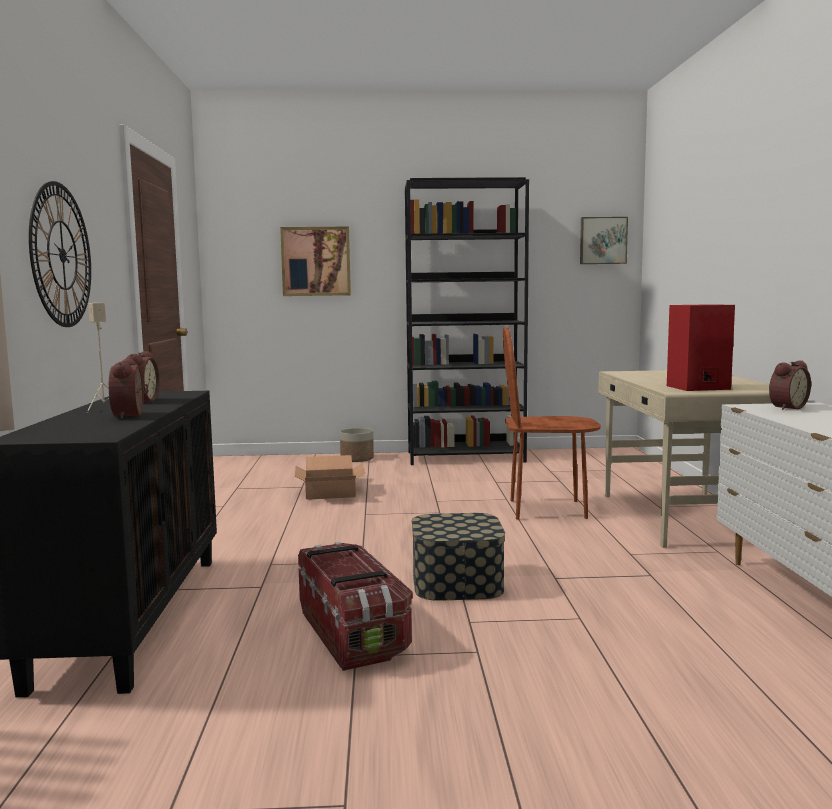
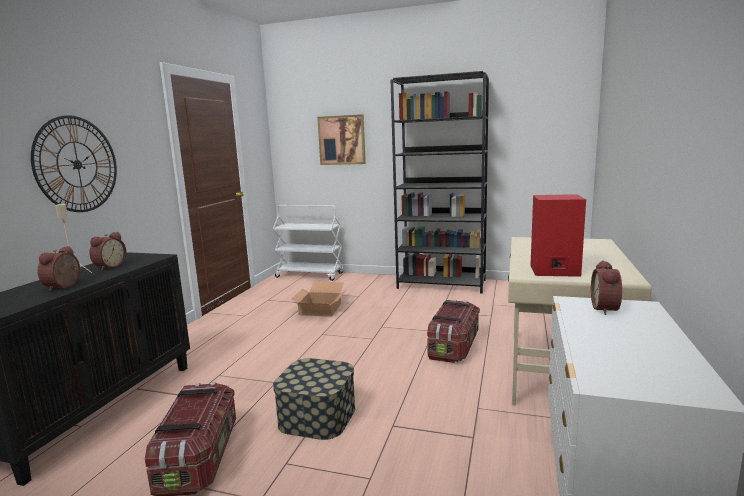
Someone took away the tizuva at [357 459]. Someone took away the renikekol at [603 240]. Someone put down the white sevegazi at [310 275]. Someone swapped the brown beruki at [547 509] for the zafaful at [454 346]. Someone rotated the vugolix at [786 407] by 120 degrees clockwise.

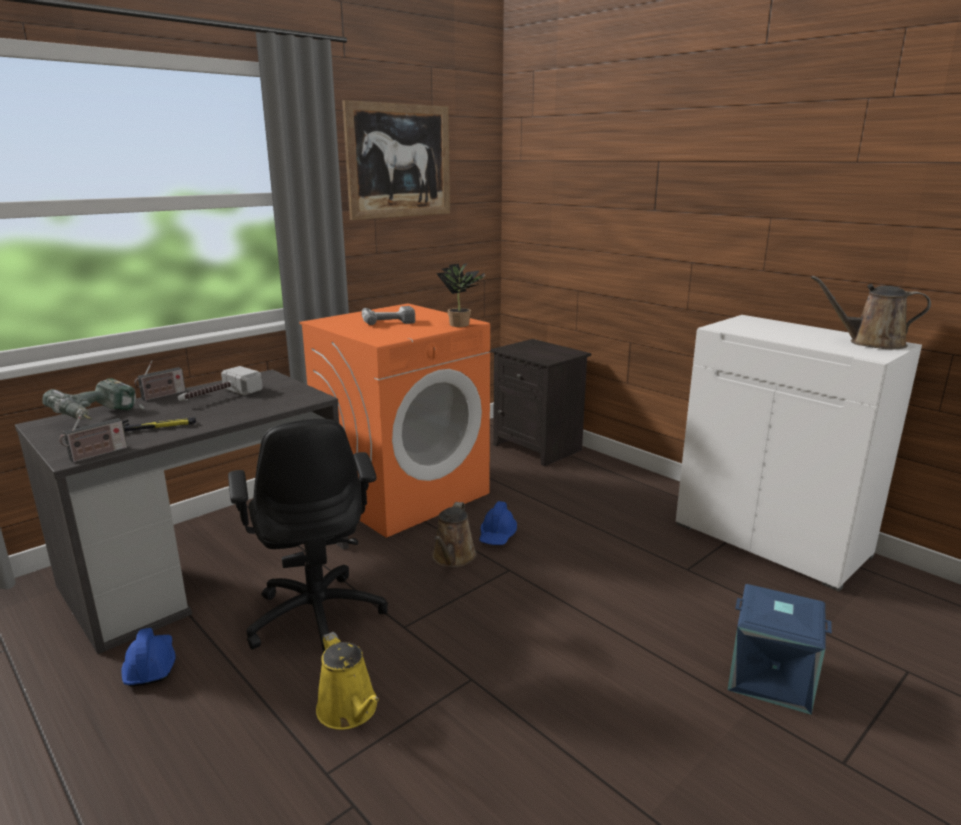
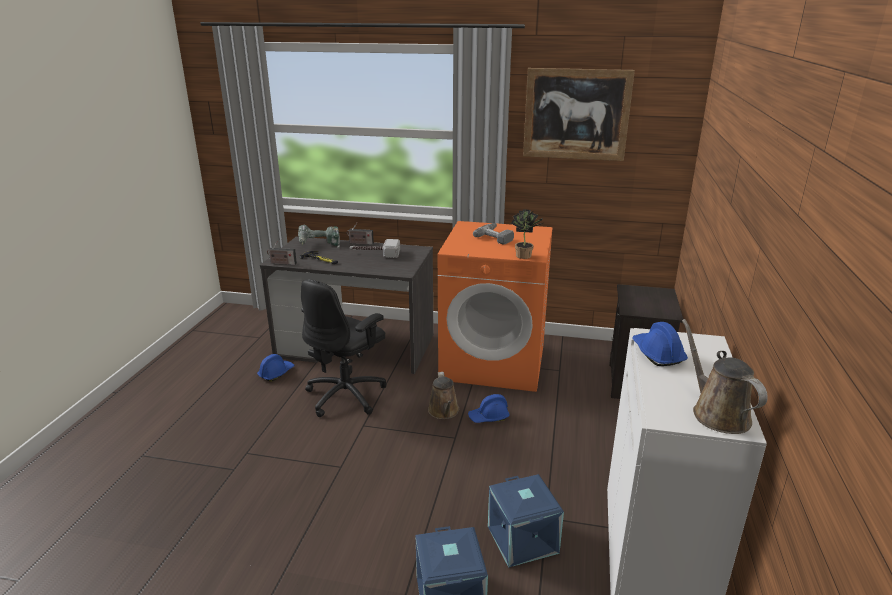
Someone took away the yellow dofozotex at [350 711]. Someone put down the blue zafaful at [524 539]. Someone put down the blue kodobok at [657 354]. Someone rotated the brown dofozotex at [453 558] by 75 degrees counterclockwise.

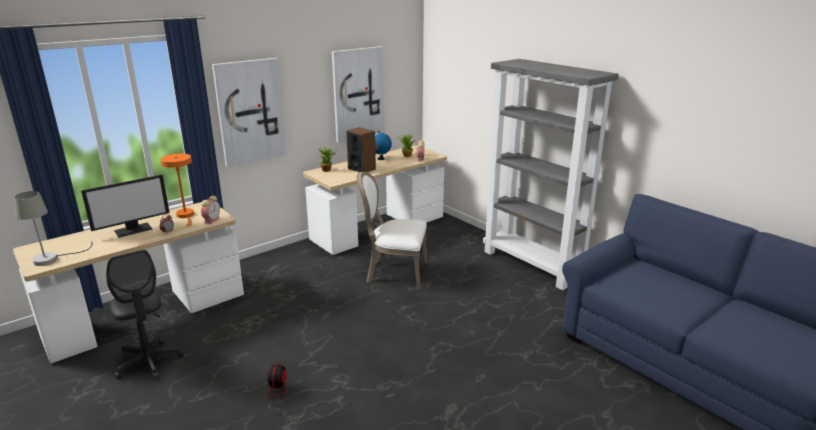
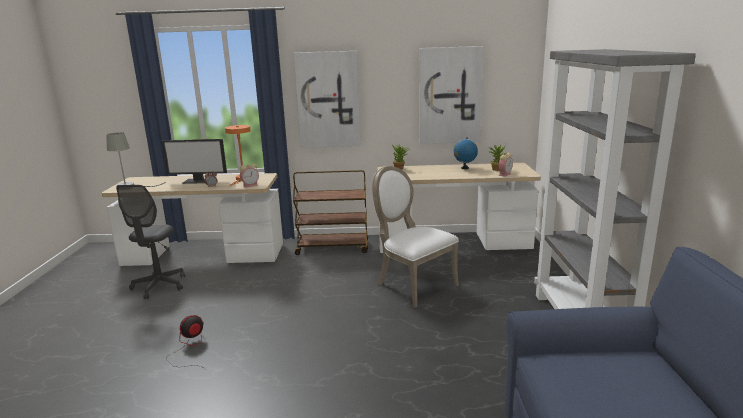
Someone took away the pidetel at [361 169]. Someone put down the brown sevegazi at [333 248].

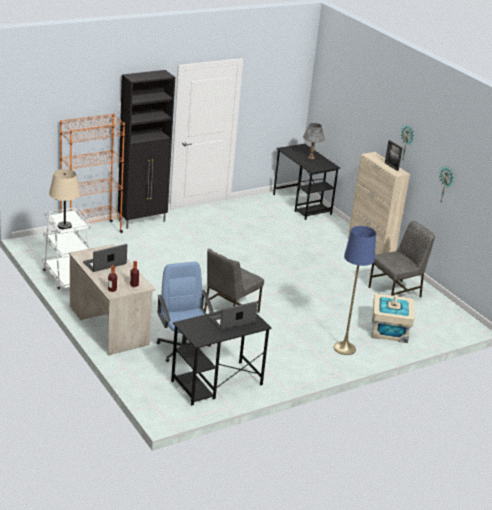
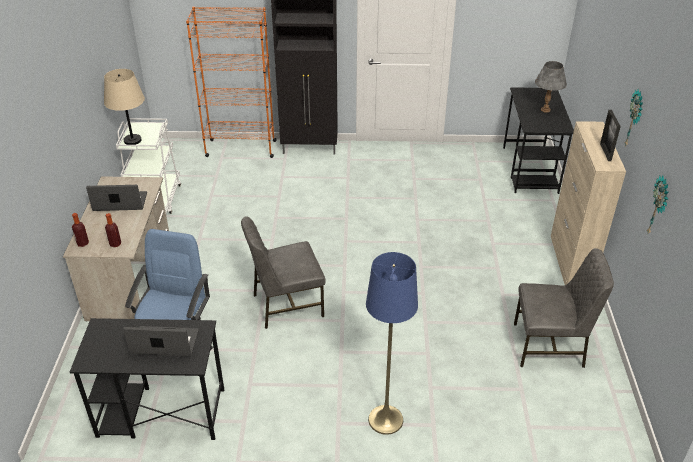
Someone took away the beige zafaful at [389 330].

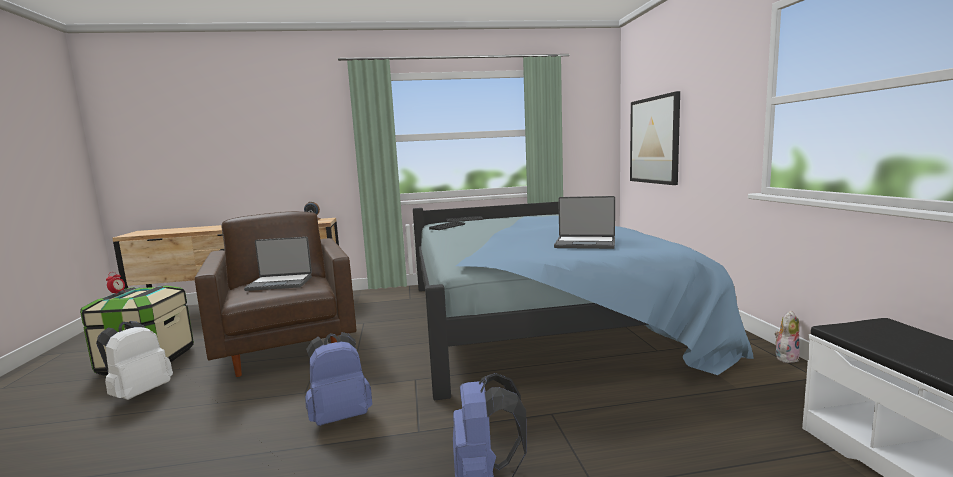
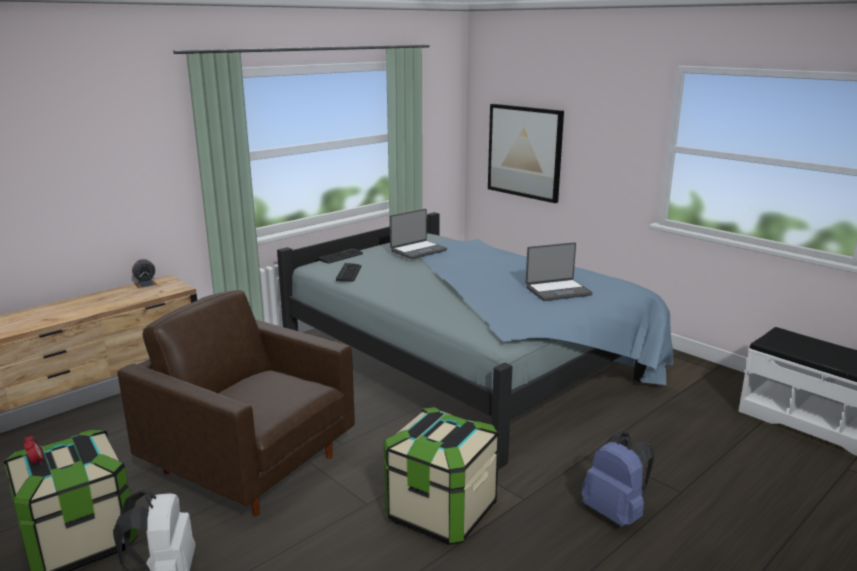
Someone took away the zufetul at [785 357]. Someone carried the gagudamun from [280 283] to [418 250]. Someone swapped the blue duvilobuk at [340 416] for the zafaful at [441 512].

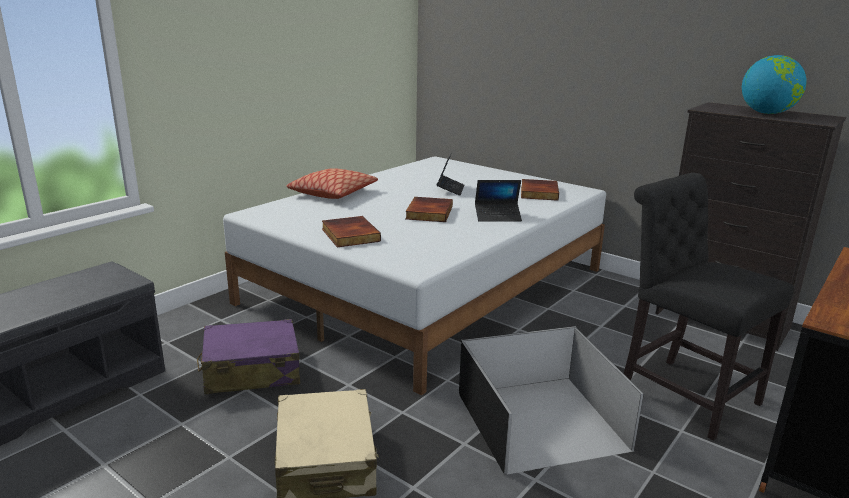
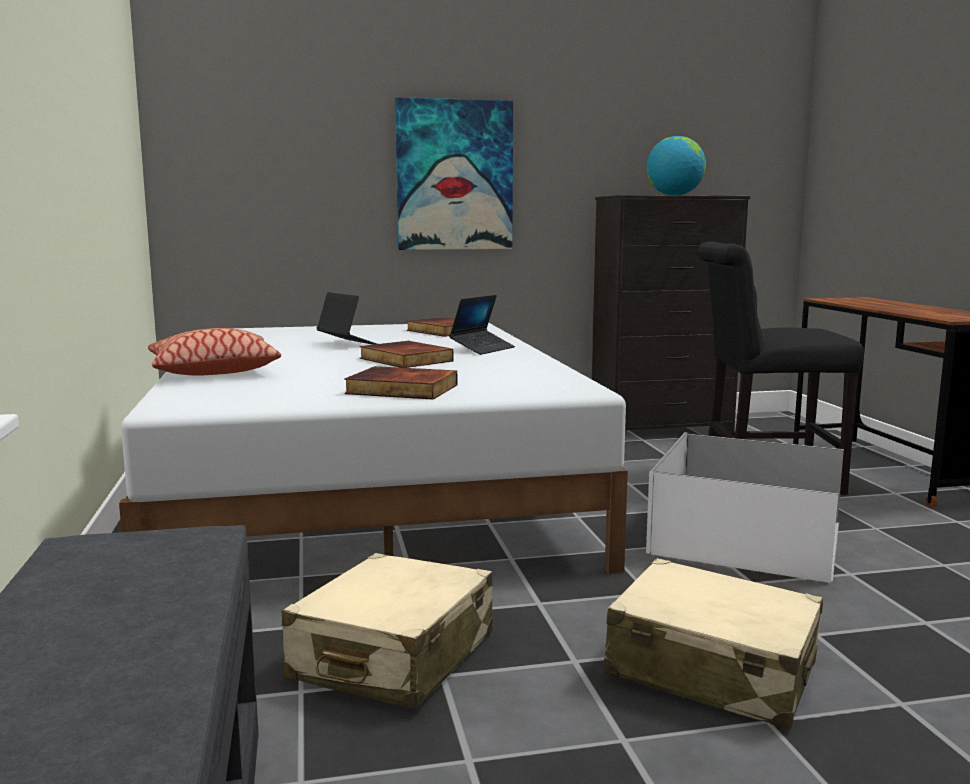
Someone put up the renikekol at [454 175]. Someone repainted the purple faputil at [251 371], which became the beige faputil at [393 657]. Someone repainted the black zafaful at [538 421], which became the white zafaful at [746 539].

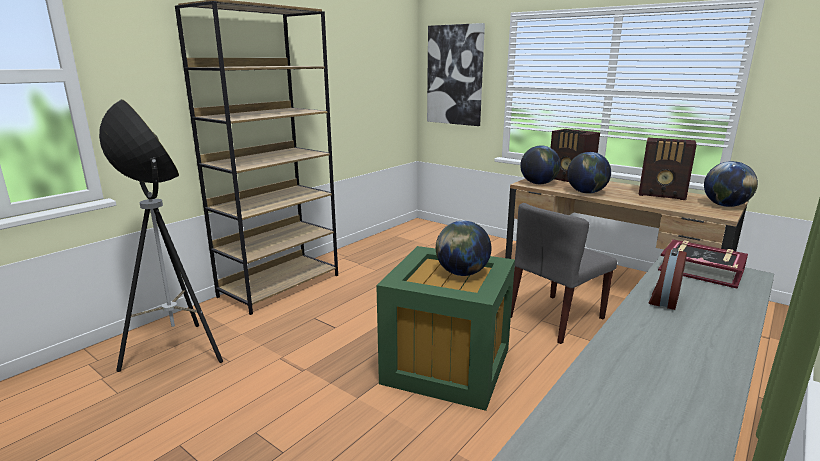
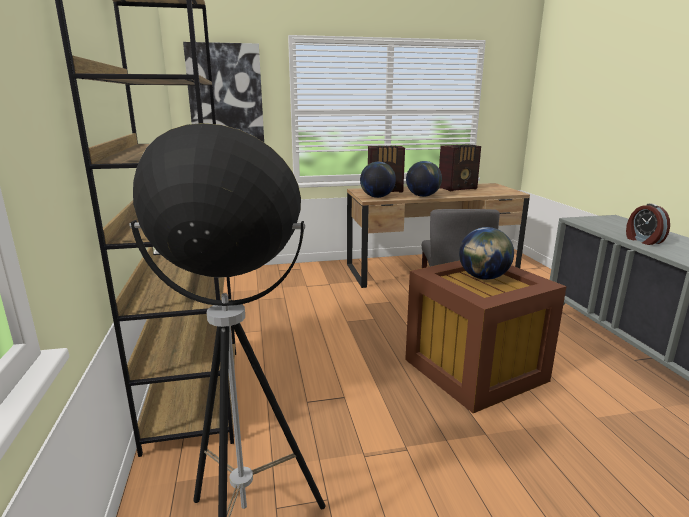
Someone took away the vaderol at [701 270]. Someone took away the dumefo at [725 206]. Someone repainted the green zafaful at [449 365], which became the brown zafaful at [475 369].

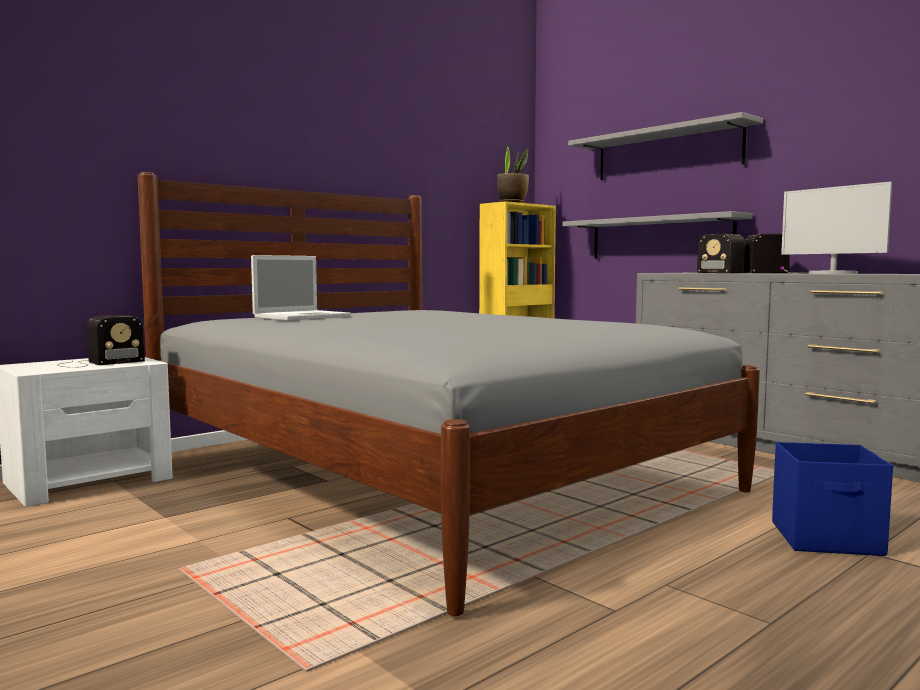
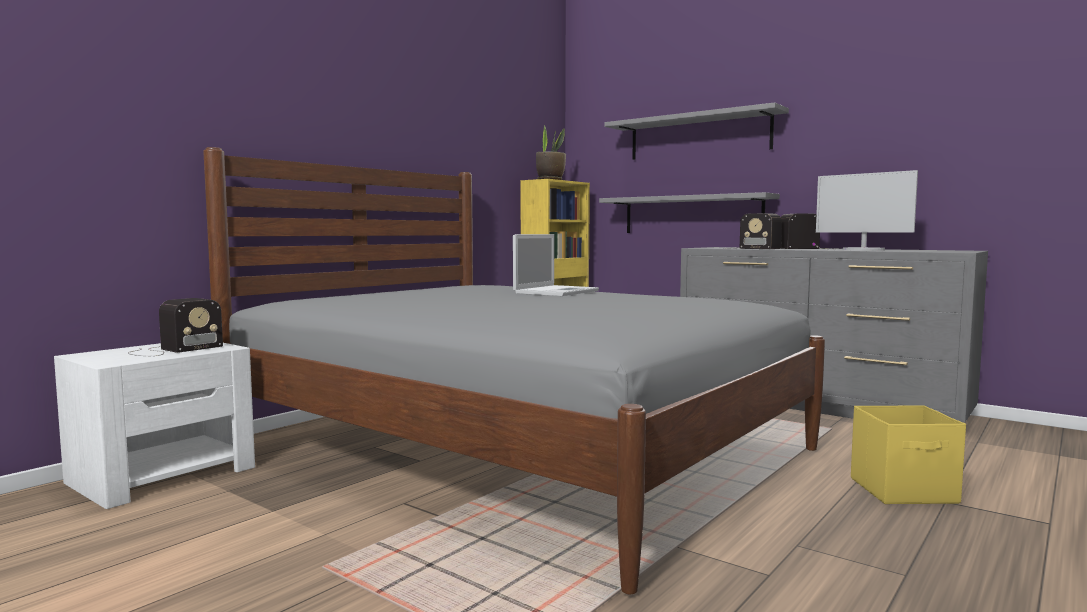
Someone carried the gagudamun from [303 316] to [557 292]. Someone repainted the blue zafaful at [828 539], which became the yellow zafaful at [904 491].

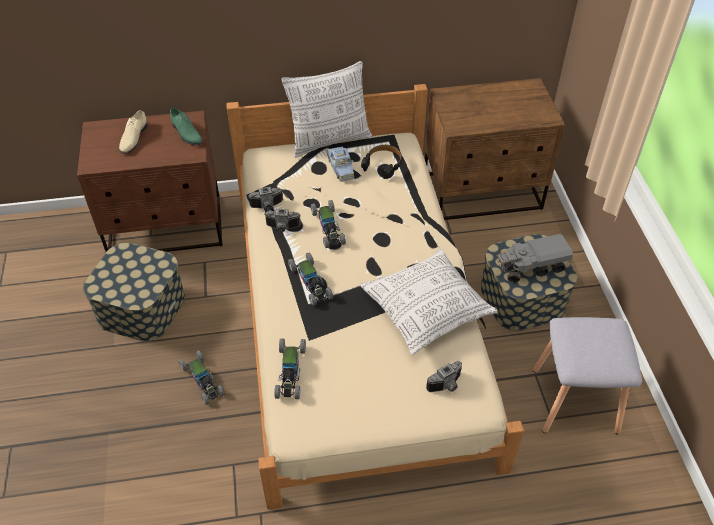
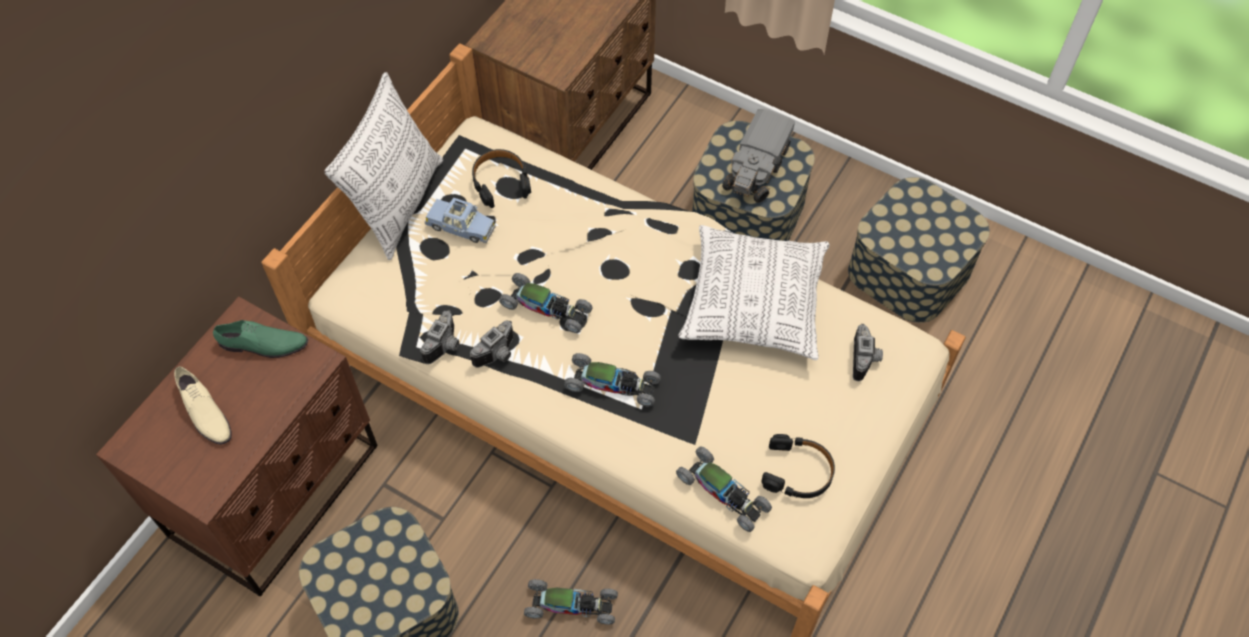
Someone put down the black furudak at [798 472]. Someone swapped the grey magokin at [576 401] for the zafaful at [909 269].

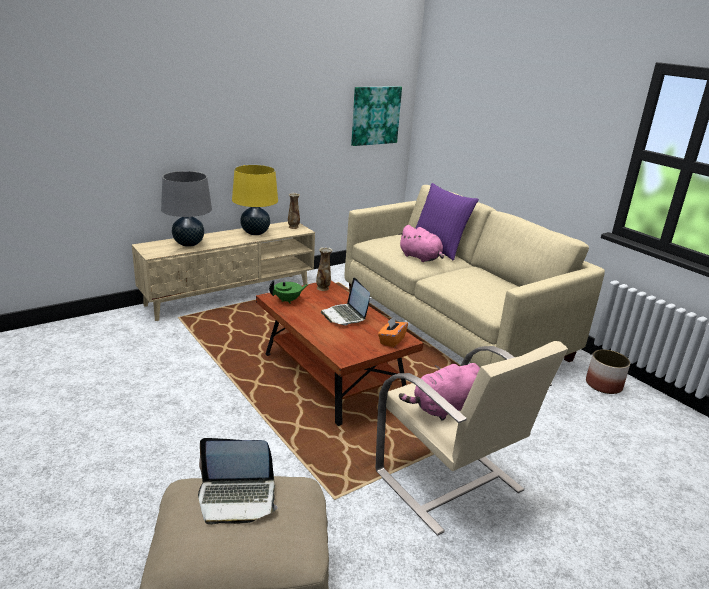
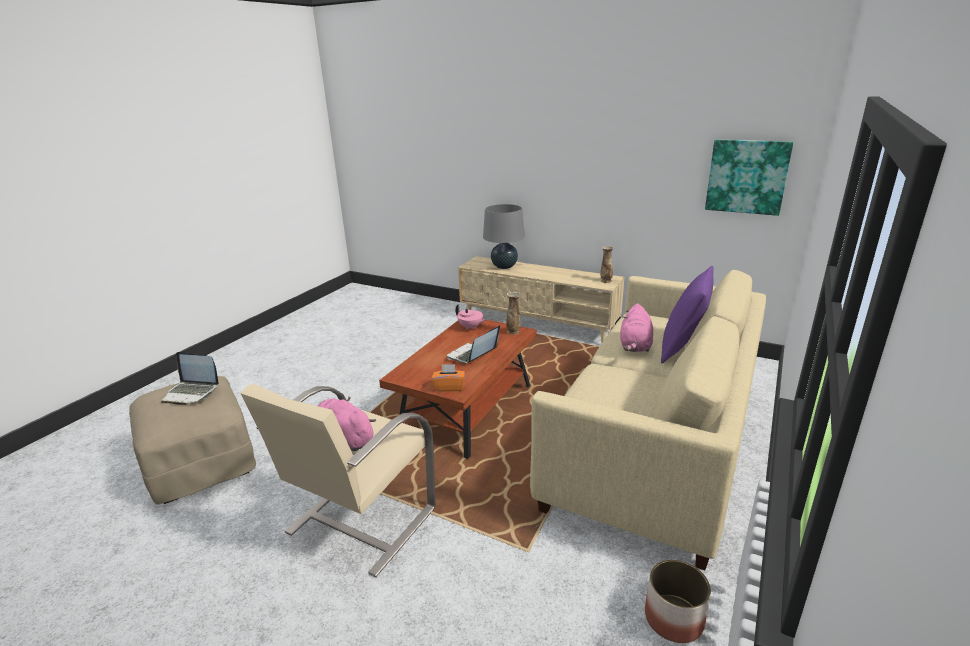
Someone took away the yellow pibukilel at [255 233]. Someone repainted the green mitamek at [288 300], which became the pink mitamek at [470 327]. Someone rotated the gagudamun at [237 498] by 45 degrees counterclockwise.

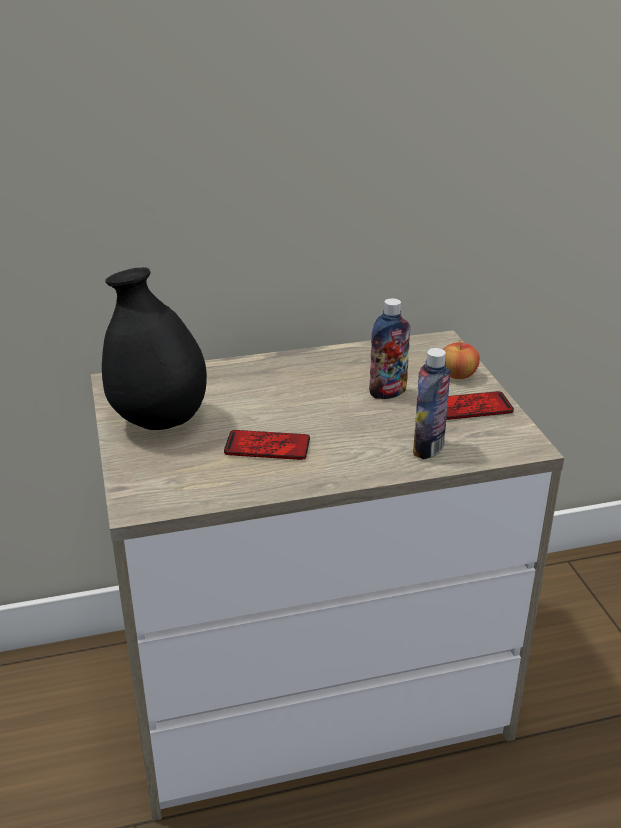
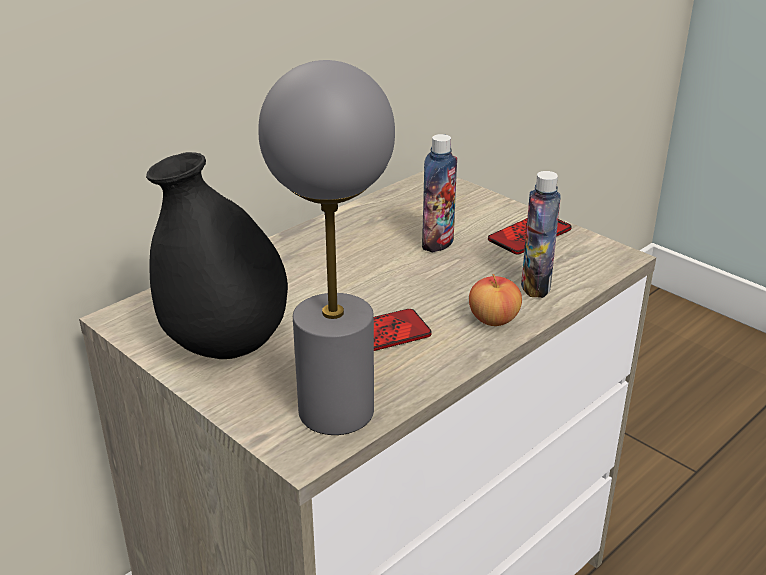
Someone put down the grey pibukilel at [336 410]. Someone carried the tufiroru from [458 375] to [493 320].

